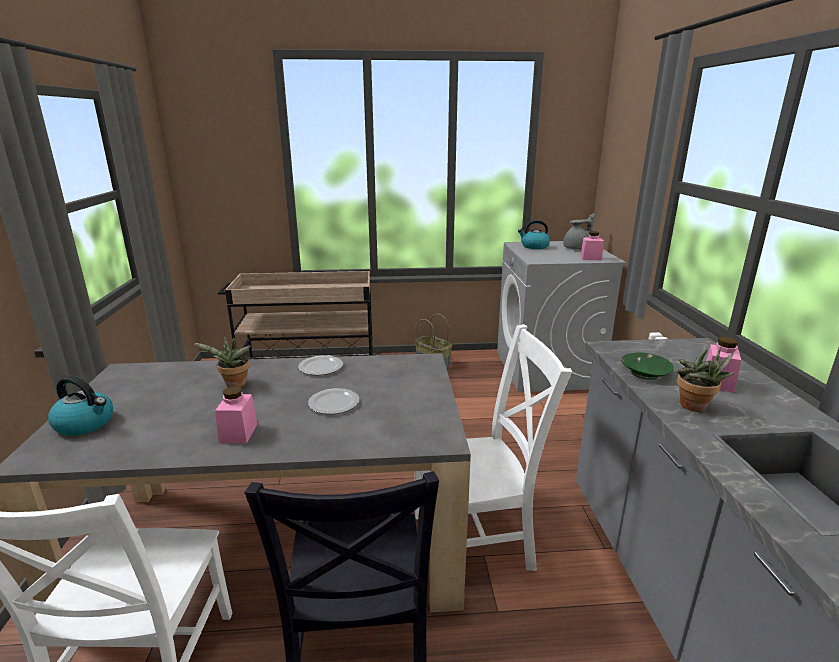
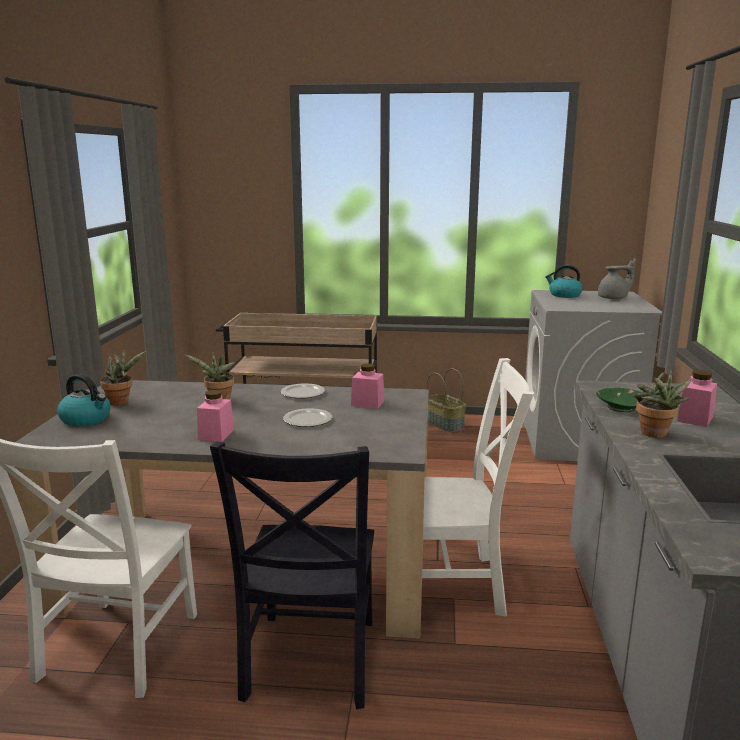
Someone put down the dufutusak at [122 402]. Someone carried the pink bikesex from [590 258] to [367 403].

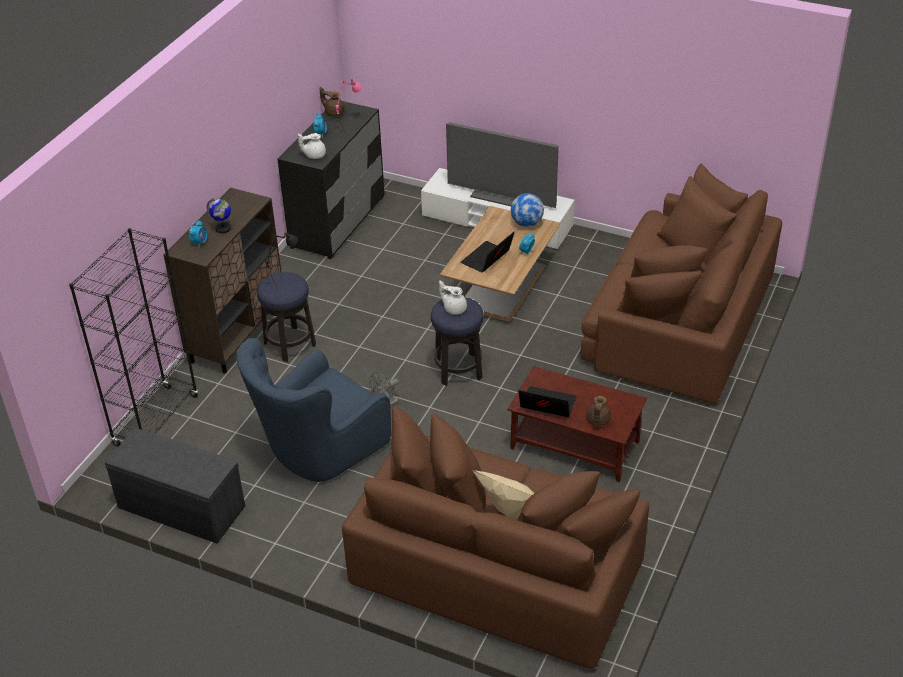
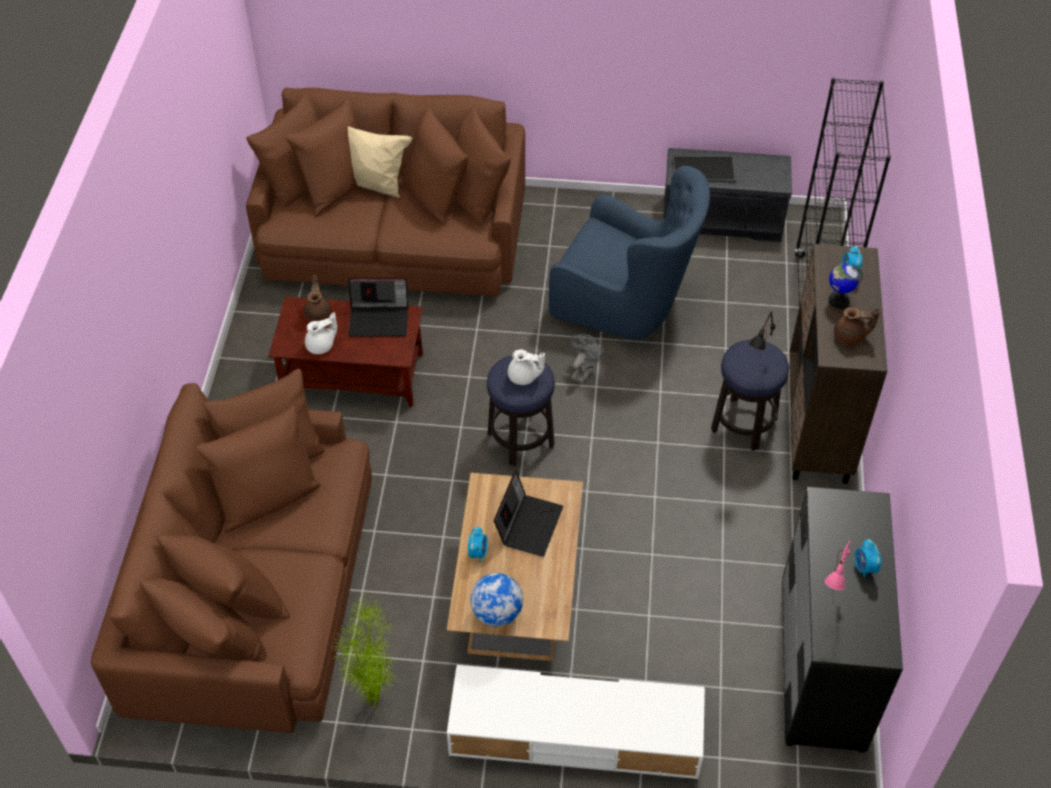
Someone took away the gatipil at [502 195]. Someone put down the dufutusak at [376 700]. Someone put down the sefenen at [703 170]. Someone carried the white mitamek from [314 155] to [321 345]. Someone carried the brown mitamek from [334 112] to [850 337]. Someone rotated the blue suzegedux at [318 450] by 90 degrees clockwise.

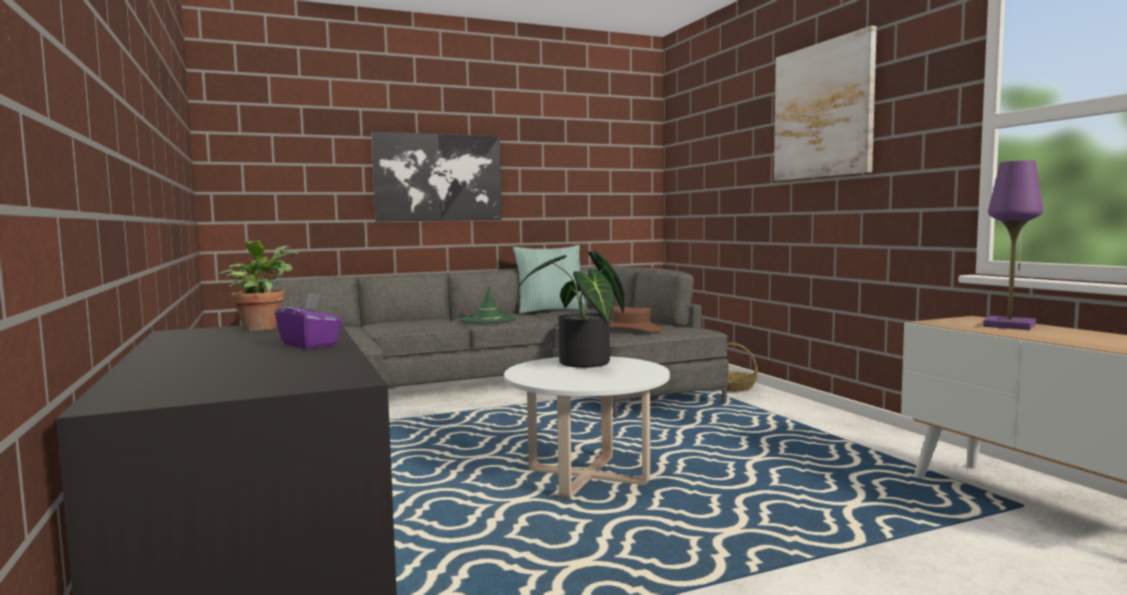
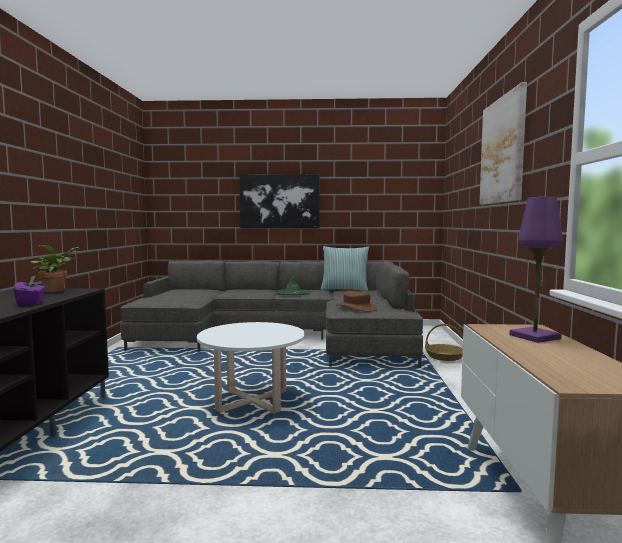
Someone took away the dufutusak at [582 364].

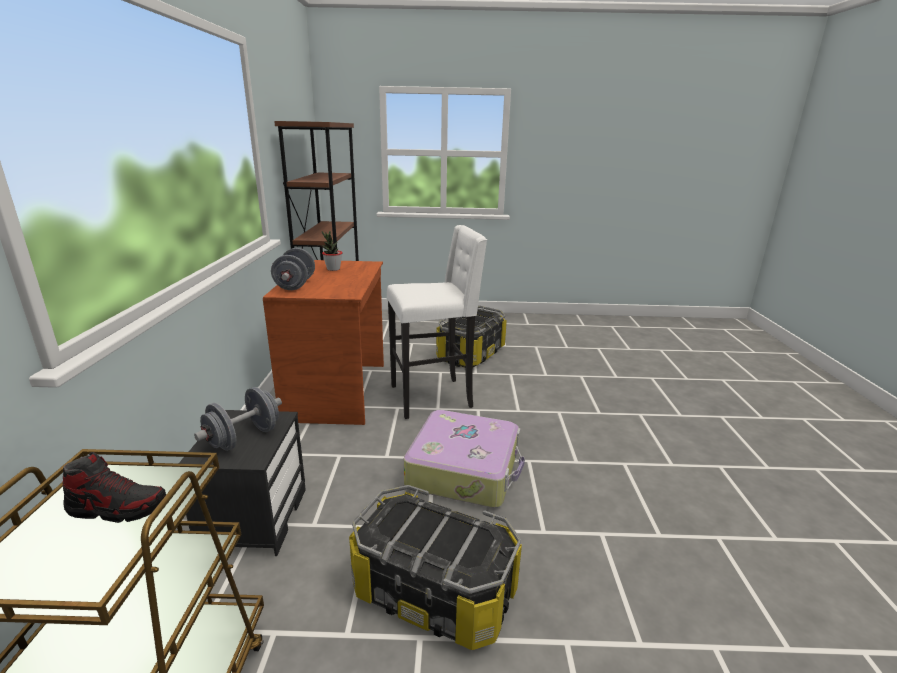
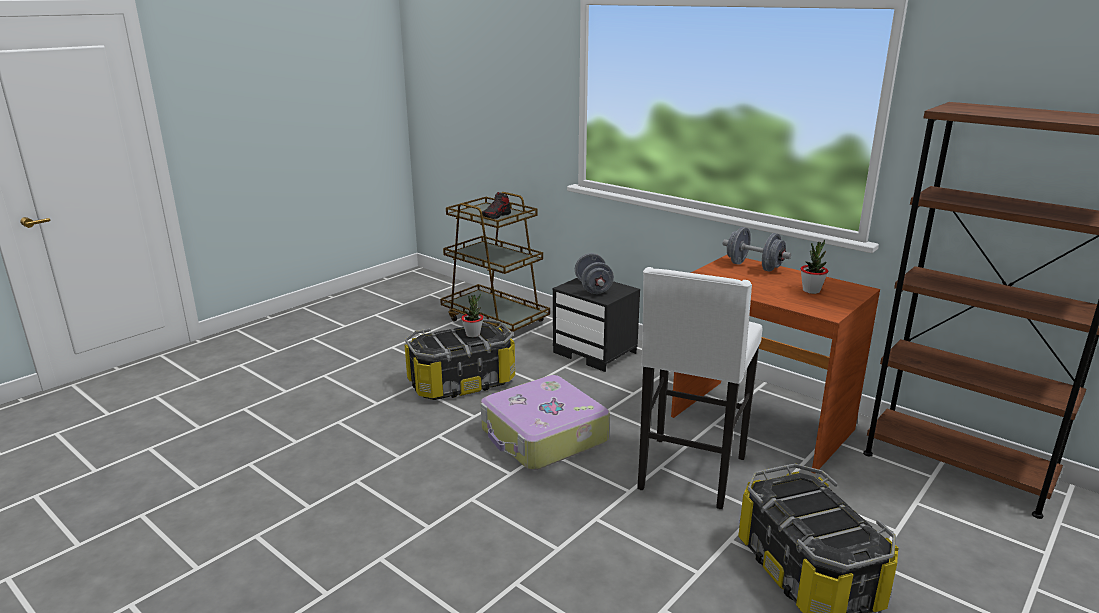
Someone put down the dufutusak at [473 334].

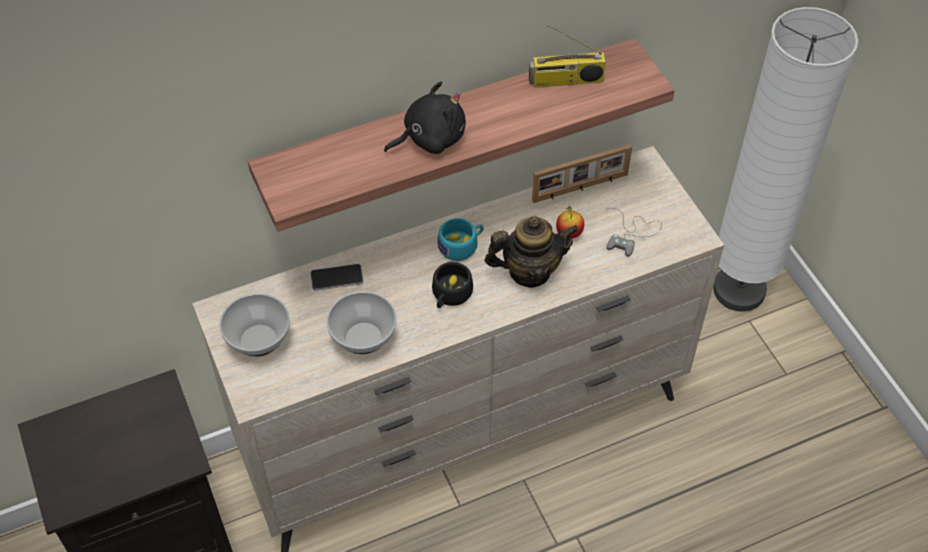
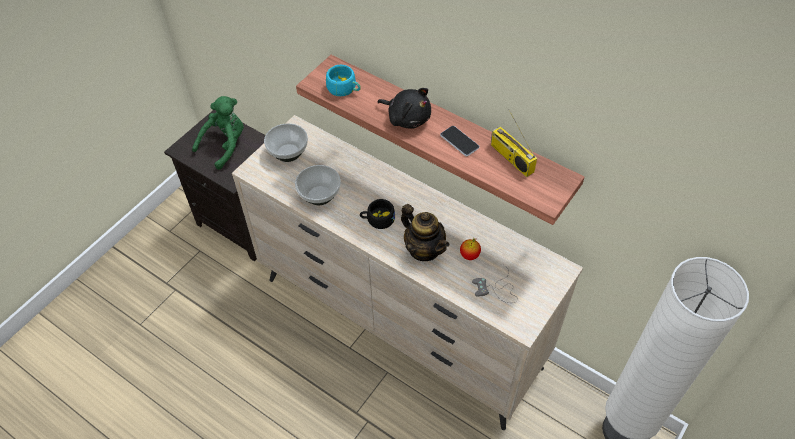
Someone took away the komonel at [580 188]. Someone put down the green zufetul at [225 145]. Someone carried the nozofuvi from [337 278] to [459 141]. Someone carried the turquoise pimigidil from [461 245] to [344 89].

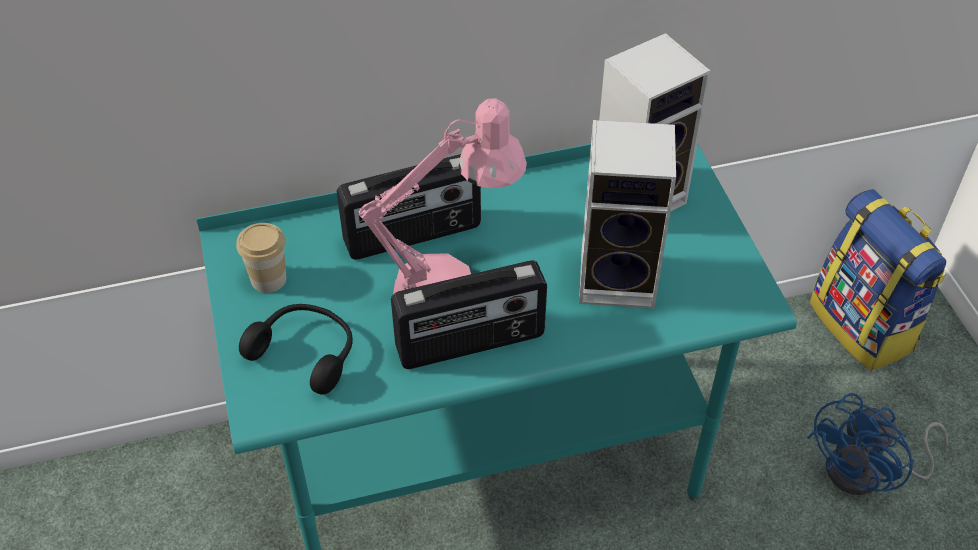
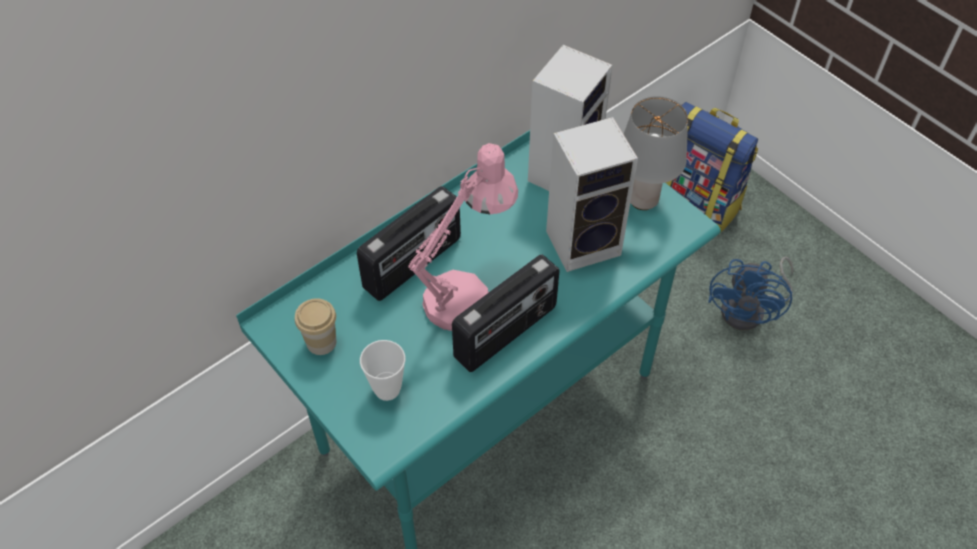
Someone put down the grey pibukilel at [642 199]. Someone swapped the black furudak at [306 352] for the pimigidil at [387 389].

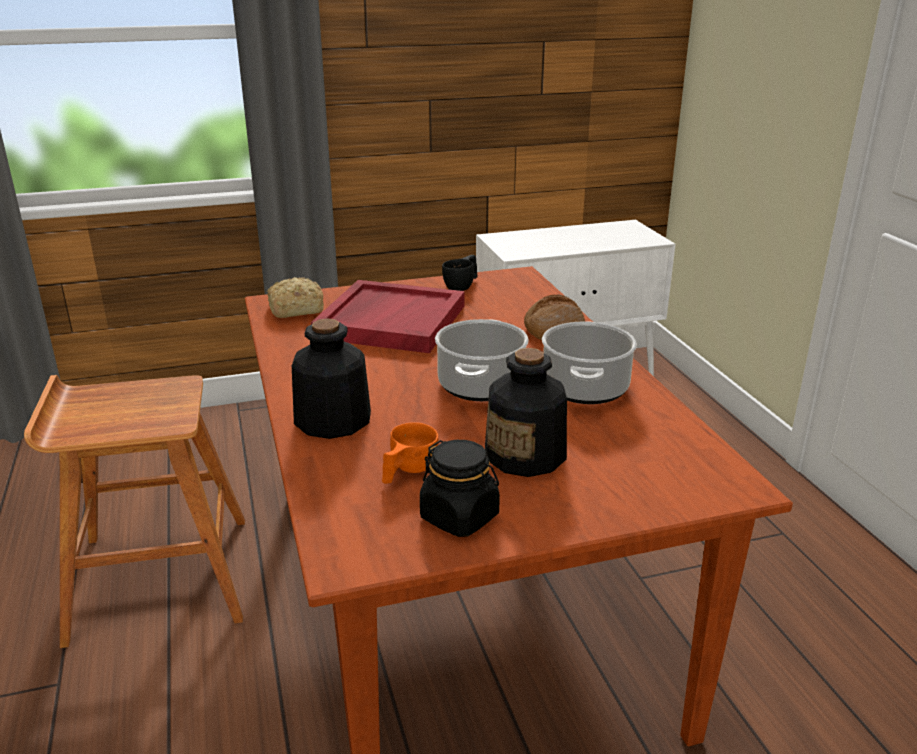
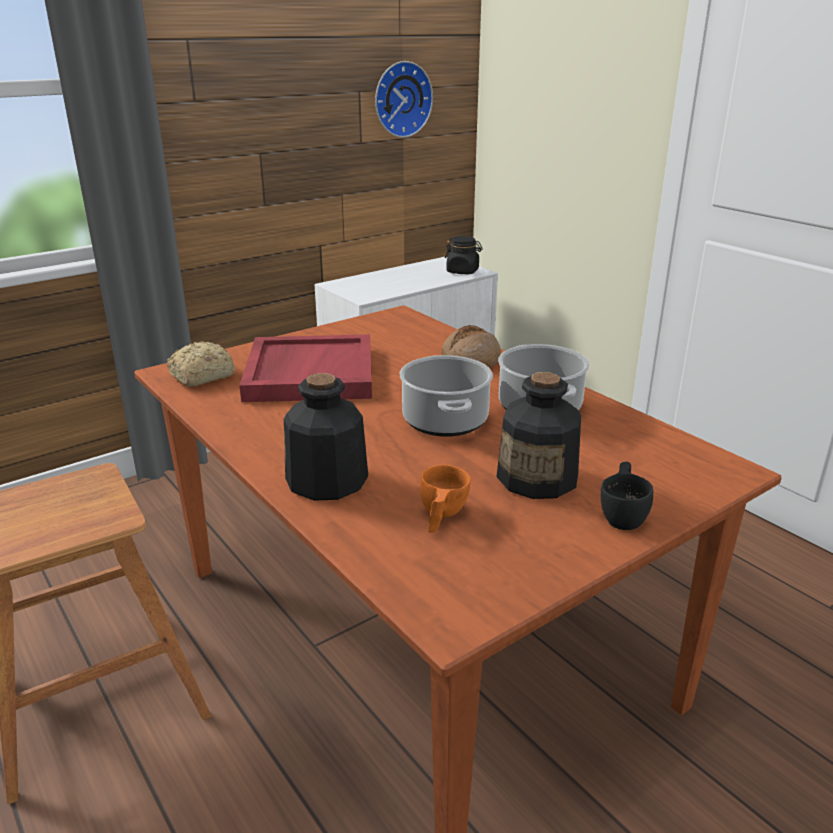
Someone put up the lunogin at [401 99]. Someone carried the black bikesex from [460 517] to [463 271]. Someone carried the black pimigidil from [462 285] to [624 514].

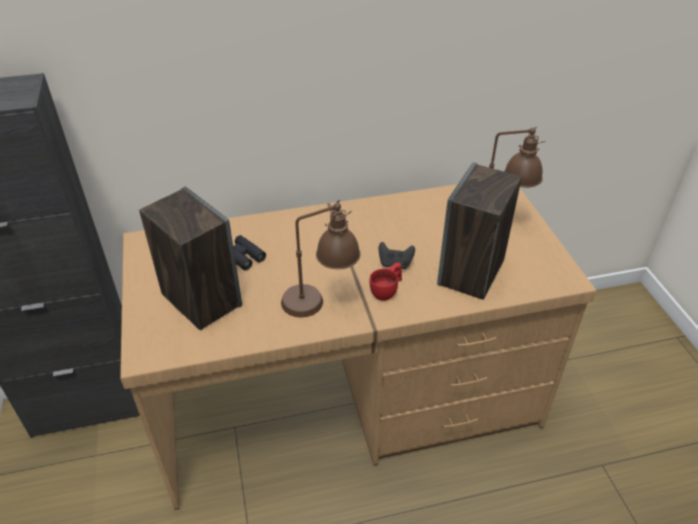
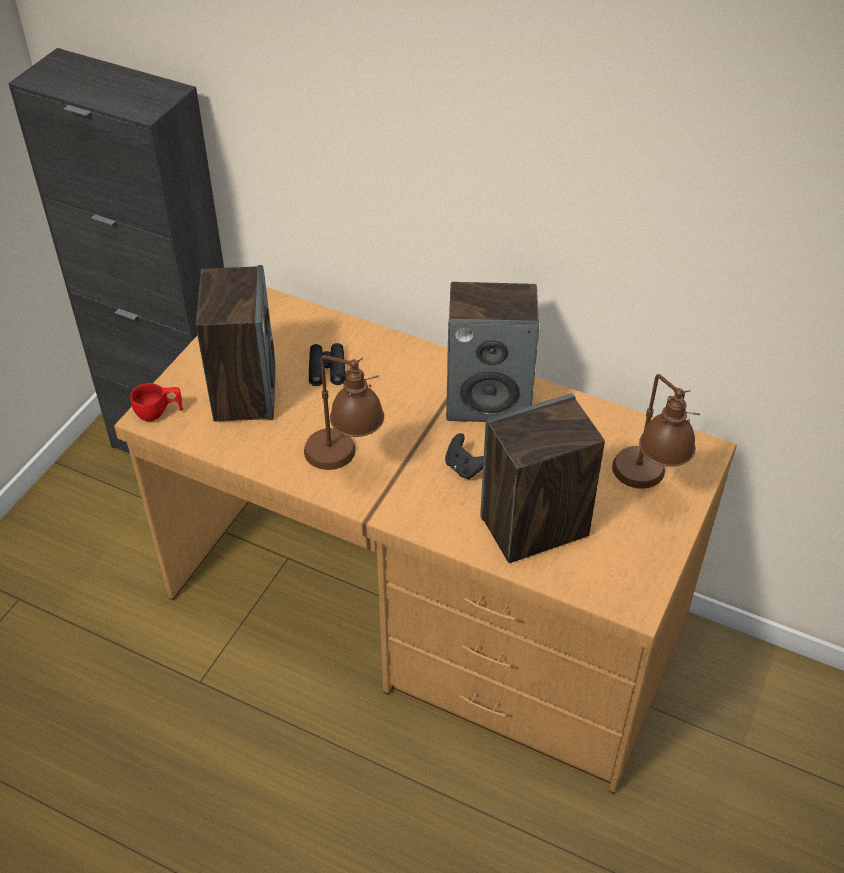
Someone put down the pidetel at [489 400]. Someone carried the red pimigidil from [387 290] to [159 413].

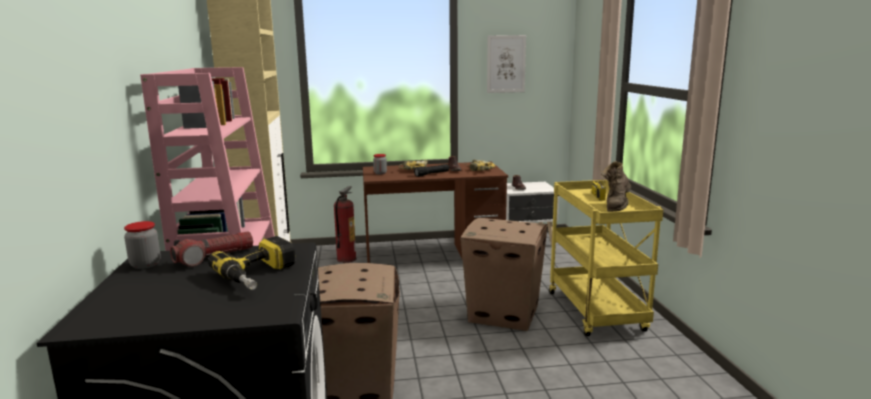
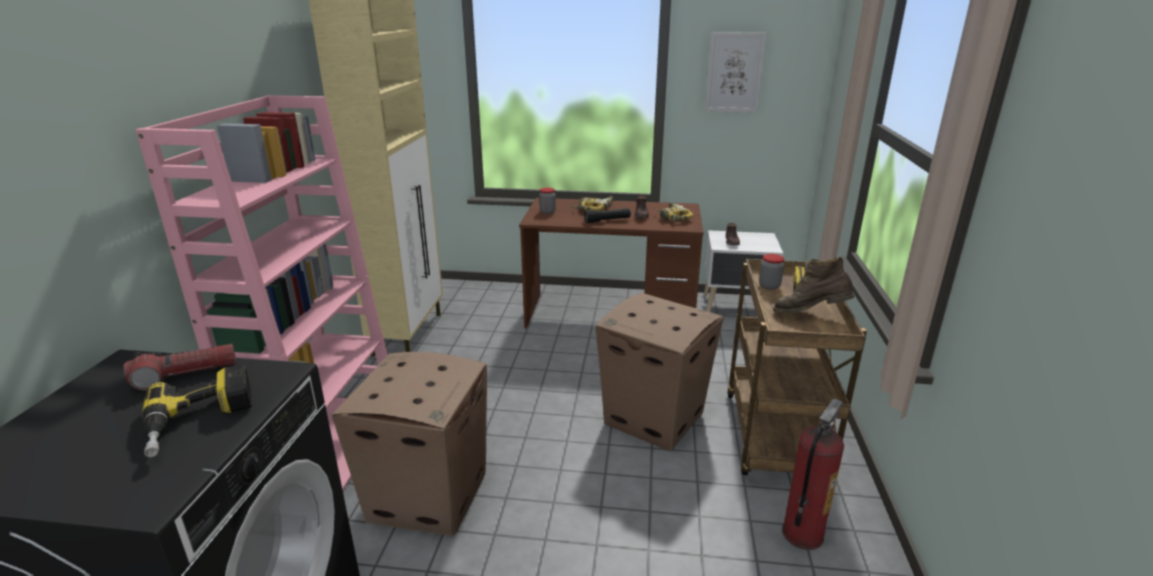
Someone carried the bikesex from [145 264] to [769 286]. Someone carried the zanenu from [346 259] to [802 533]. Someone repainted the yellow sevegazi at [597 313], which became the brown sevegazi at [776 438]. Someone rotated the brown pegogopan at [616 207] by 60 degrees clockwise.

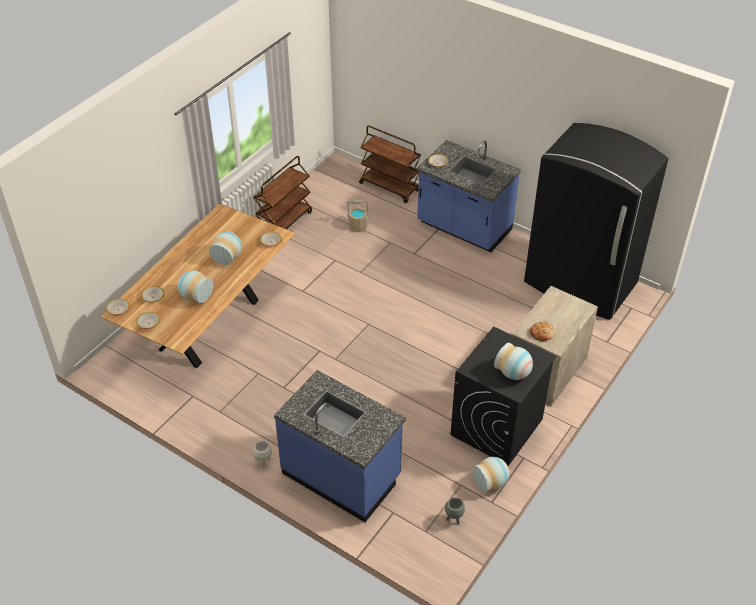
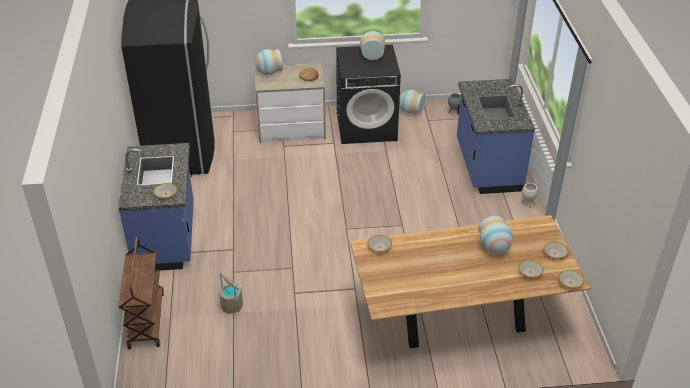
Someone took away the brown sevegazi at [284 223]. Someone carried the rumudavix from [228 257] to [268 72].

